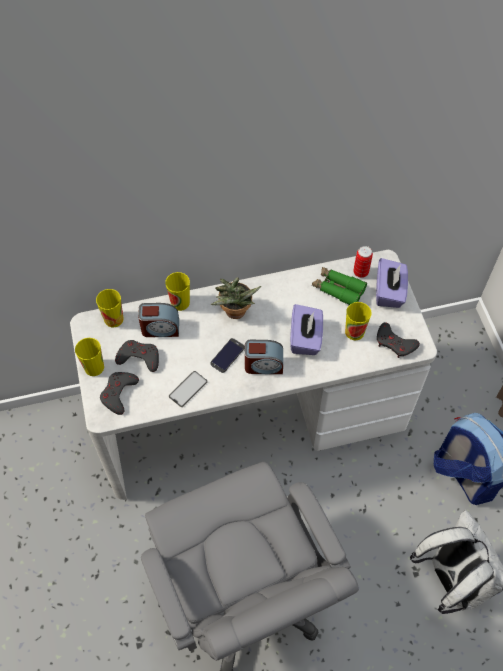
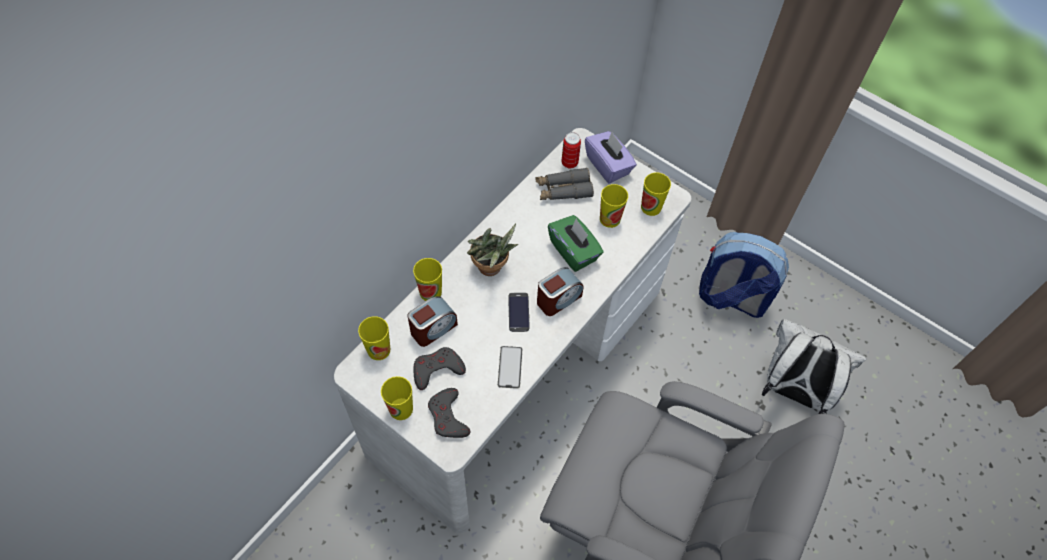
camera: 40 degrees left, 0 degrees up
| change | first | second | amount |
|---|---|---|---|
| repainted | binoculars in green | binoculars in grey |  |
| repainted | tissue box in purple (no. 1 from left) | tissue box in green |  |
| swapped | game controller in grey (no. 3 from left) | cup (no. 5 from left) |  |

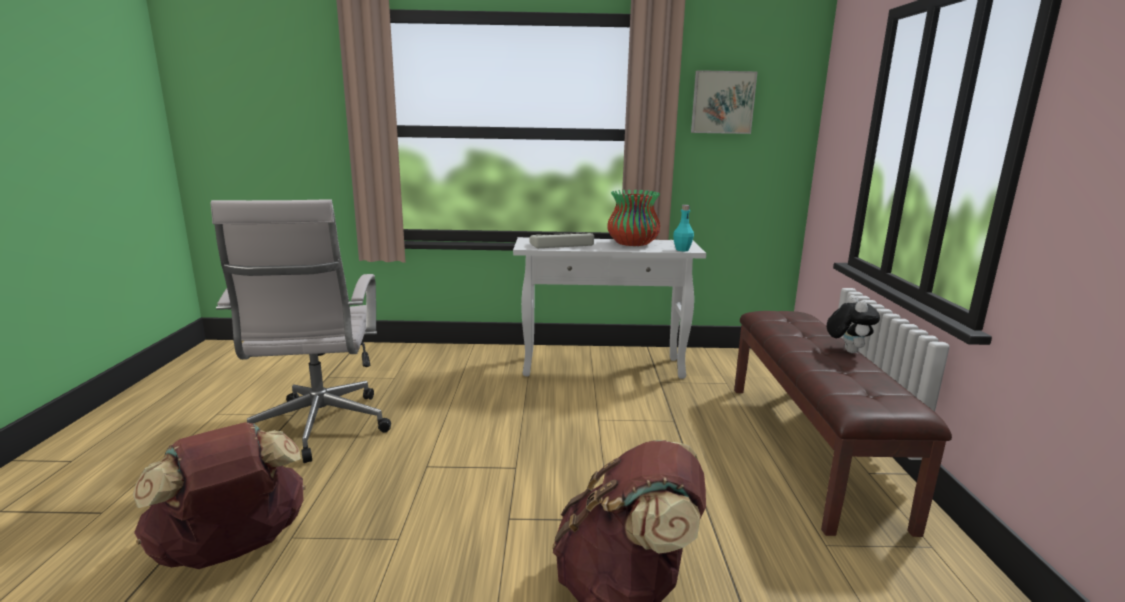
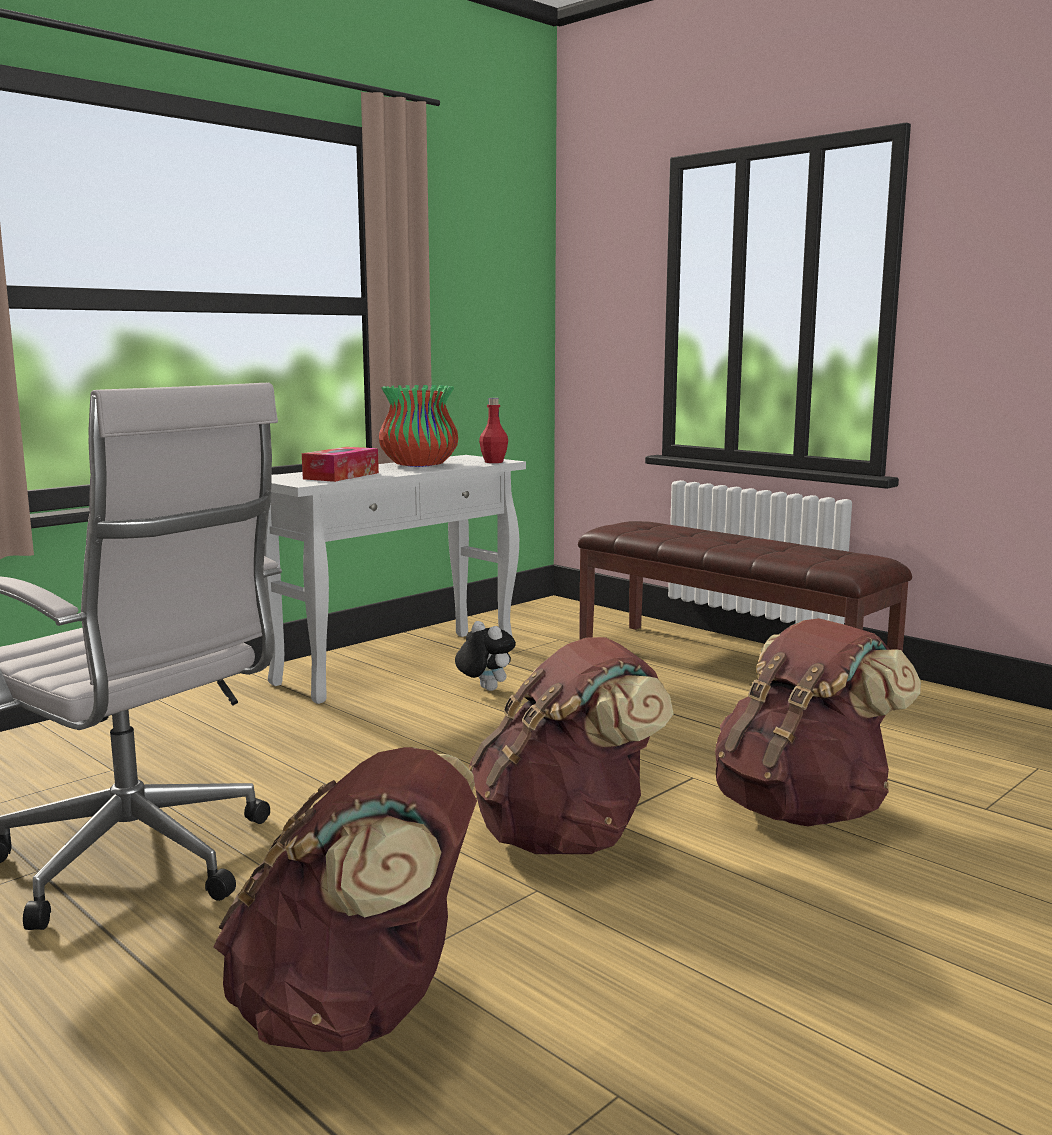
camera: 45 degrees left, 5 degrees down
| change | first | second | amount |
|---|---|---|---|
| swapped | keyboard | tissue box |  |
| shifted | plush toy |  |  |
| new |  | backpack in brown (no. 2 from left) |  |
| repainted | bottle in turquoise | bottle in red |  |
| gone | picture |  |  |

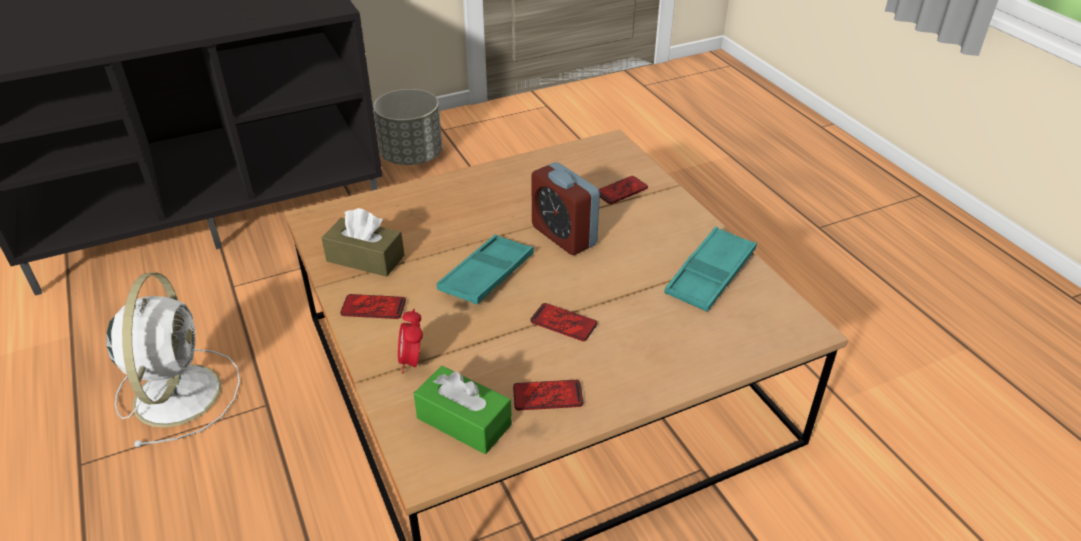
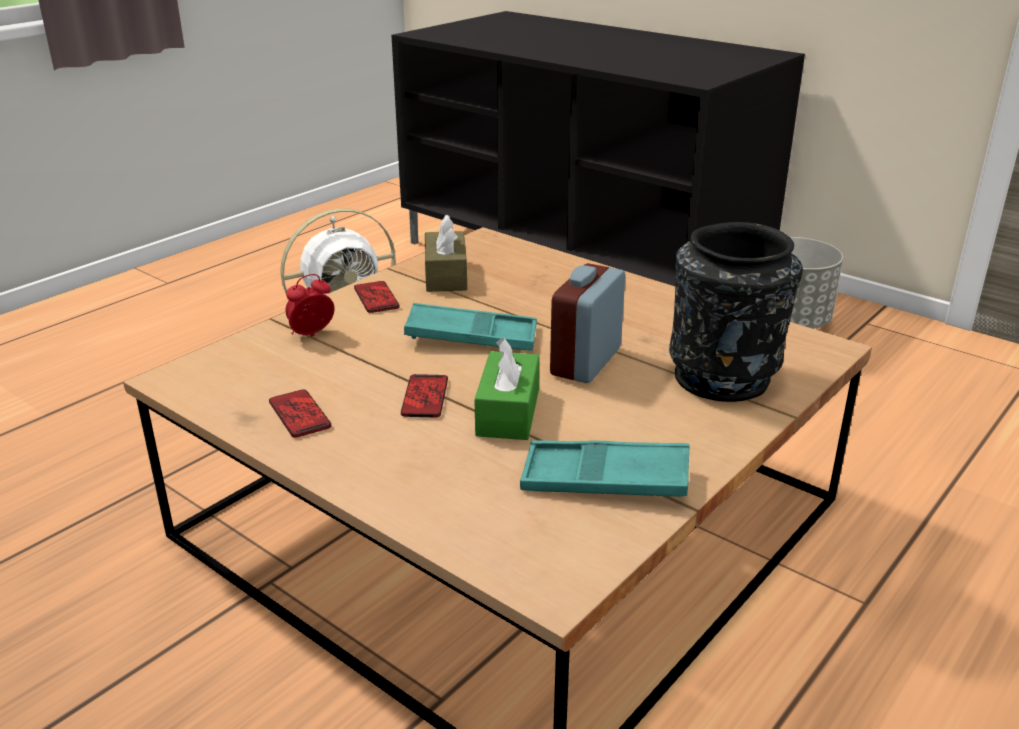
camera: 65 degrees right, 10 degrees down
| change | first | second | amount |
|---|---|---|---|
| shifted | tissue box in green |  |  |
| swapped | phone (no. 4 from left) | vase in black |  |

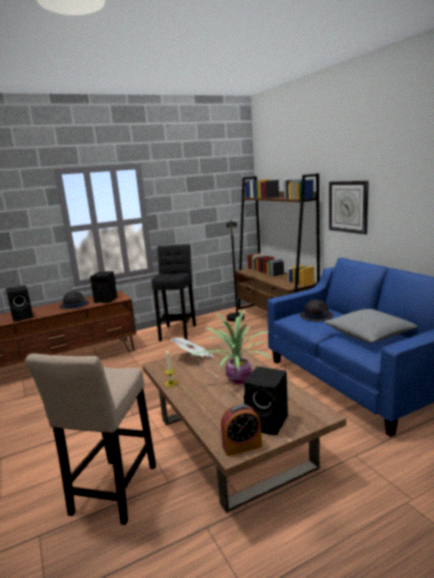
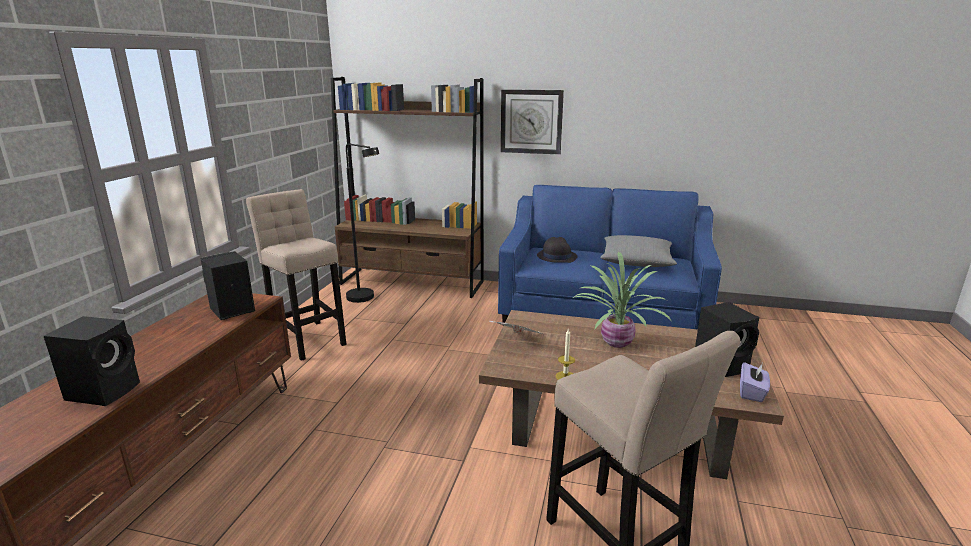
camera: 50 degrees left, 5 degrees up
| change | first | second | amount |
|---|---|---|---|
| repainted | stool in black | stool in beige (no. 1 from left) |  |
| swapped | alarm clock | tissue box in purple |  |
| gone | hat in black (no. 1 from left) |  |  |

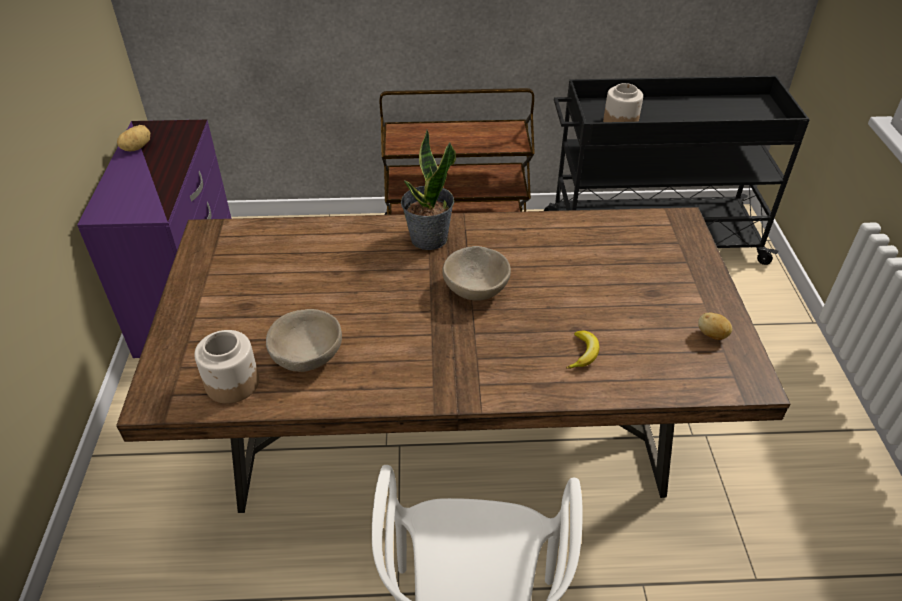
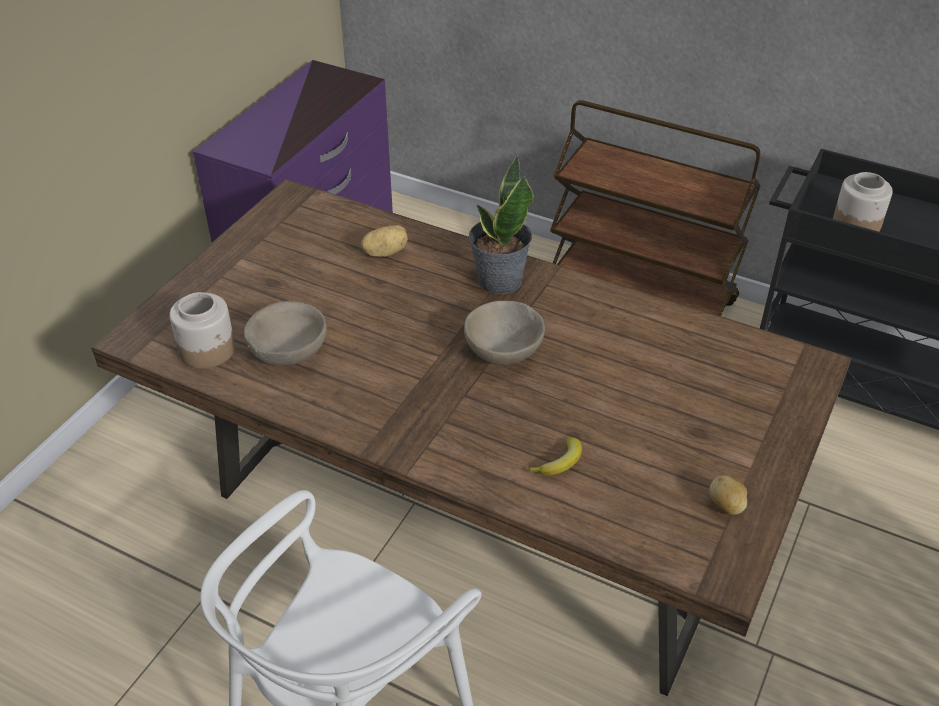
camera: 30 degrees right, 0 degrees up
| change | first | second | amount |
|---|---|---|---|
| shifted | potato (no. 1 from left) |  |  |

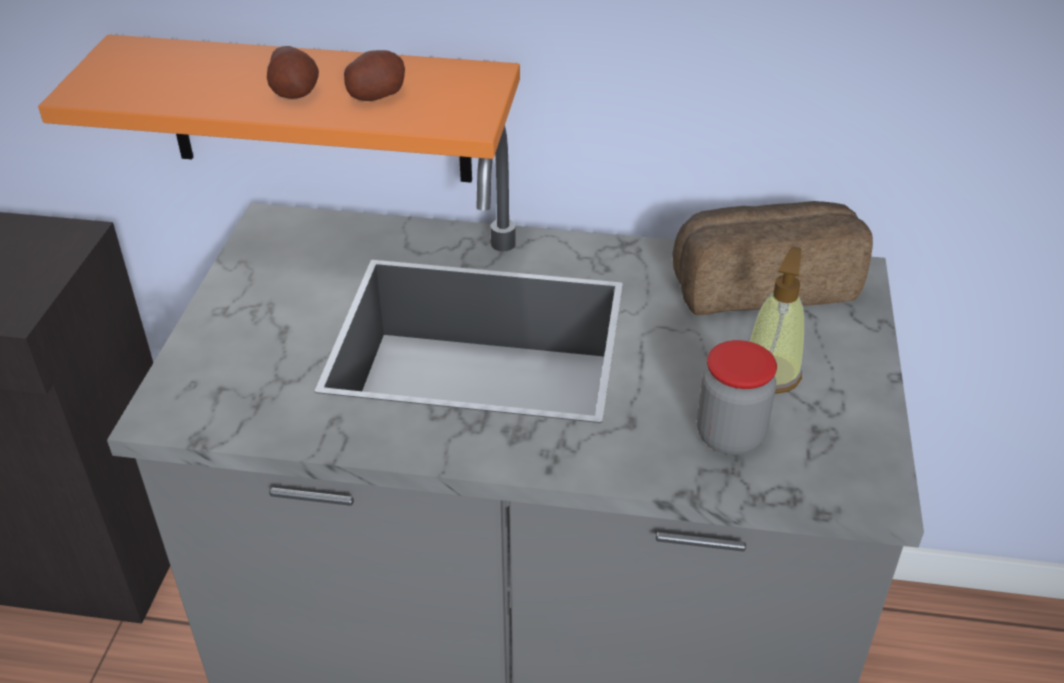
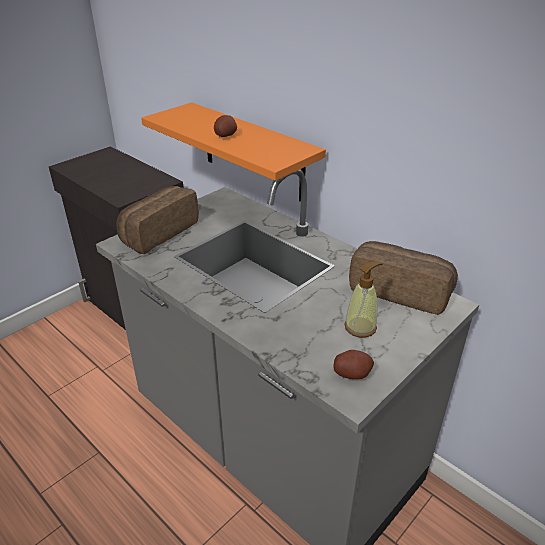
camera: 35 degrees right, 5 degrees down
| change | first | second | amount |
|---|---|---|---|
| new |  | bread (no. 1 from left) |  |
| shifted | potato (no. 2 from left) |  |  |
| gone | jar |  |  |

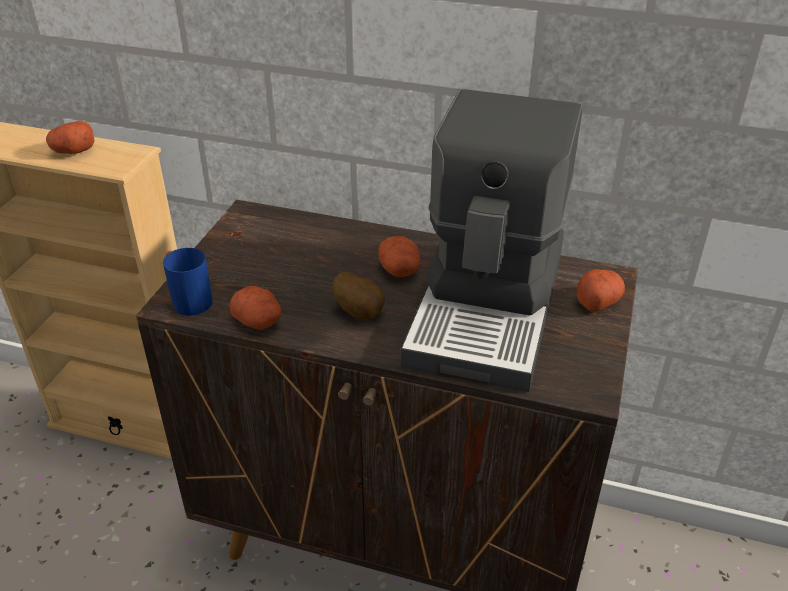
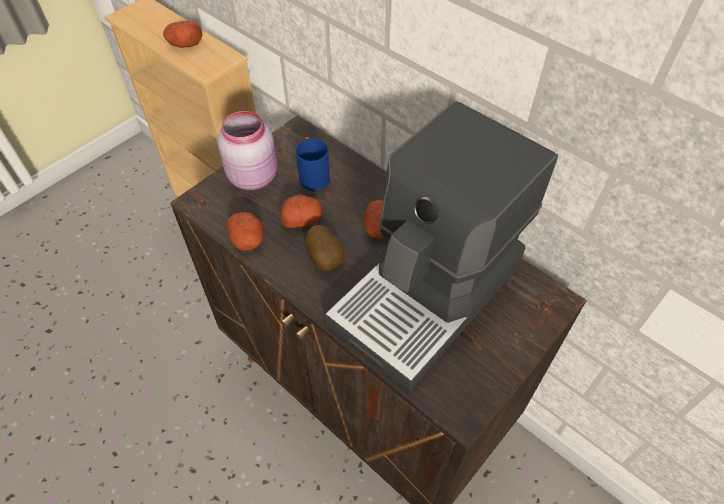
camera: 25 degrees right, 15 degrees up
| change | first | second | amount |
|---|---|---|---|
| new |  | jar in pink |  |
| shifted | potato (no. 5 from left in the first image) | potato (no. 3 from left) |  |
| shifted | mug in blue |  |  |

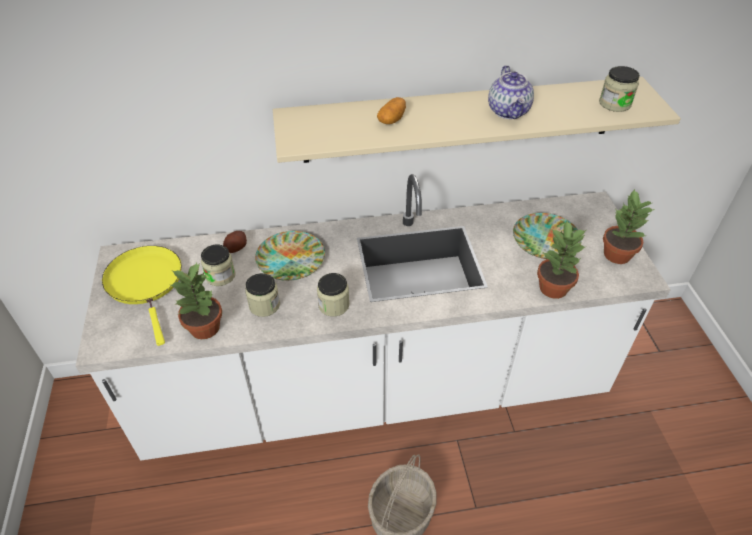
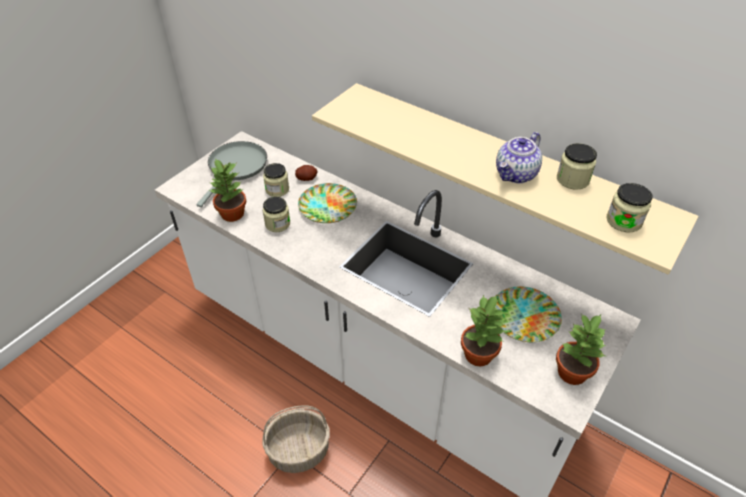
camera: 45 degrees right, 0 degrees up
| change | first | second | amount |
|---|---|---|---|
| repainted | frying pan in yellow | frying pan in grey |  |
| shifted | jar (no. 3 from left) |  |  |
| gone | potato (no. 2 from left) |  |  |

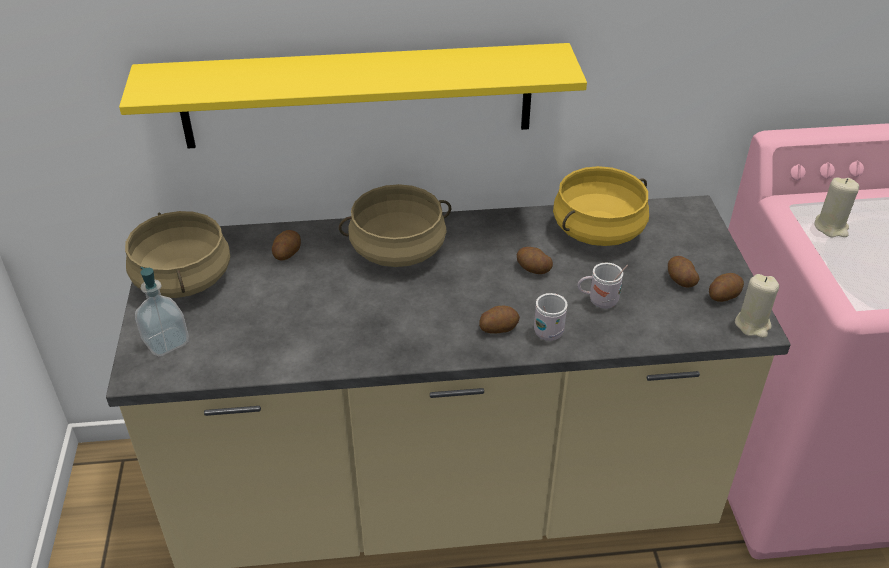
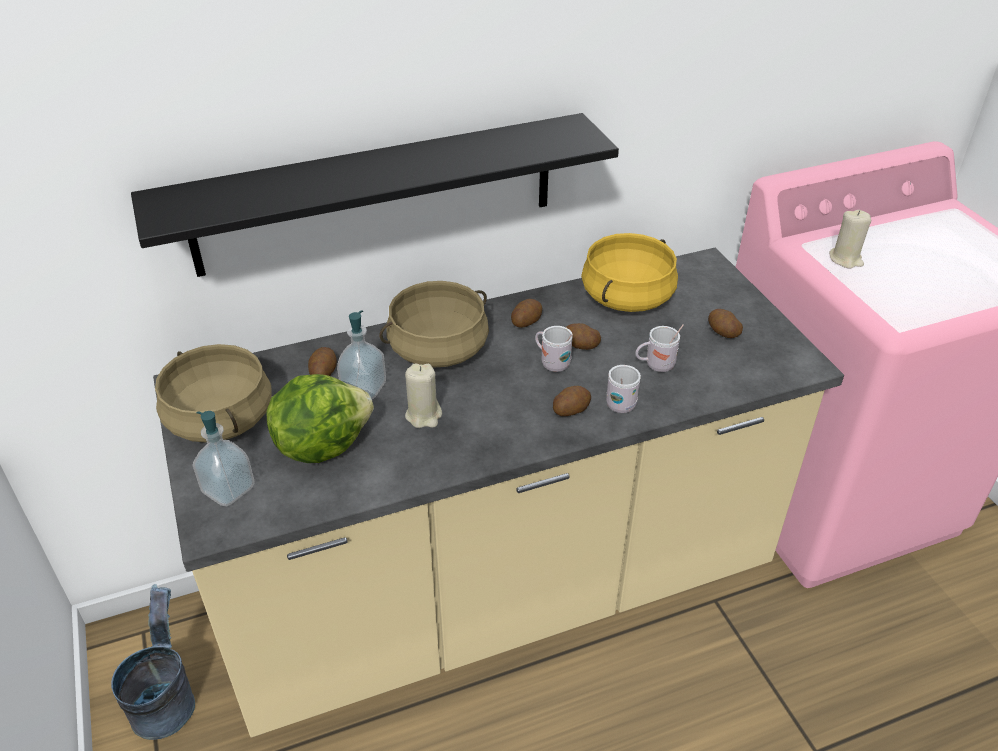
camera: 15 degrees left, 0 degrees up
| change | first | second | amount |
|---|---|---|---|
| new |  | bucket in grey |  |
| repainted | shelf in yellow | shelf in black |  |
| new |  | lettuce |  |
| new |  | soap dispenser (no. 2 from left) |  |
| shifted | candle in beige (no. 1 from left) |  |  |
| shifted | potato (no. 5 from left in the first image) | potato (no. 2 from left) |  |
| new |  | mug in white (no. 1 from left) |  |

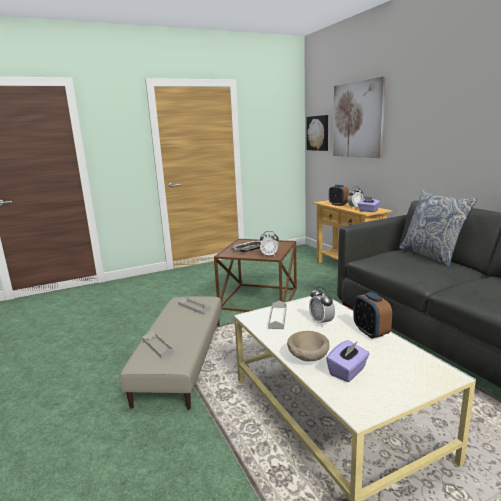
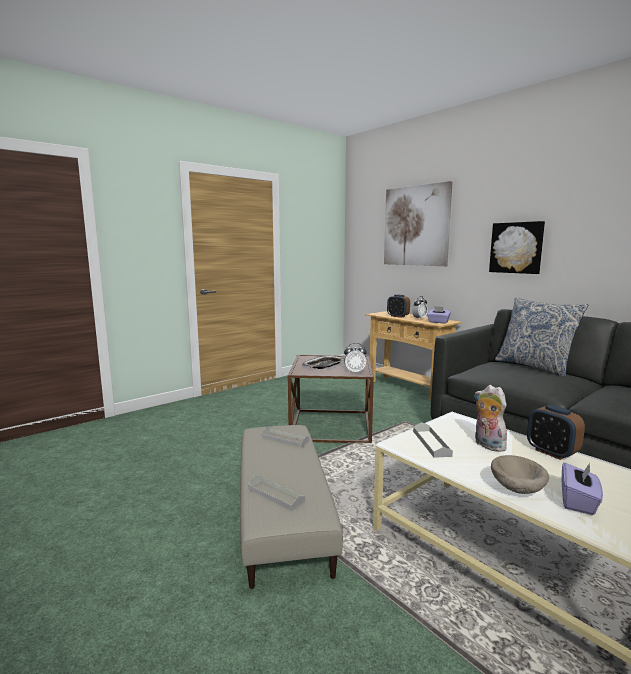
camera: 15 degrees left, 5 degrees down
| change | first | second | amount |
|---|---|---|---|
| swapped | alarm clock (no. 2 from left) | plush toy |  |
| shifted | picture (no. 1 from left in the first image) | picture (no. 2 from left) |  |

